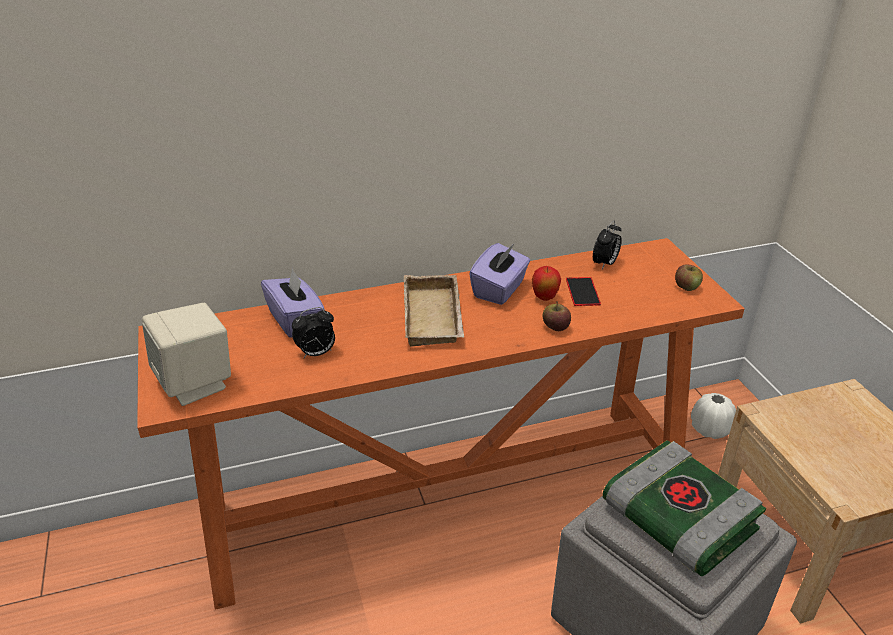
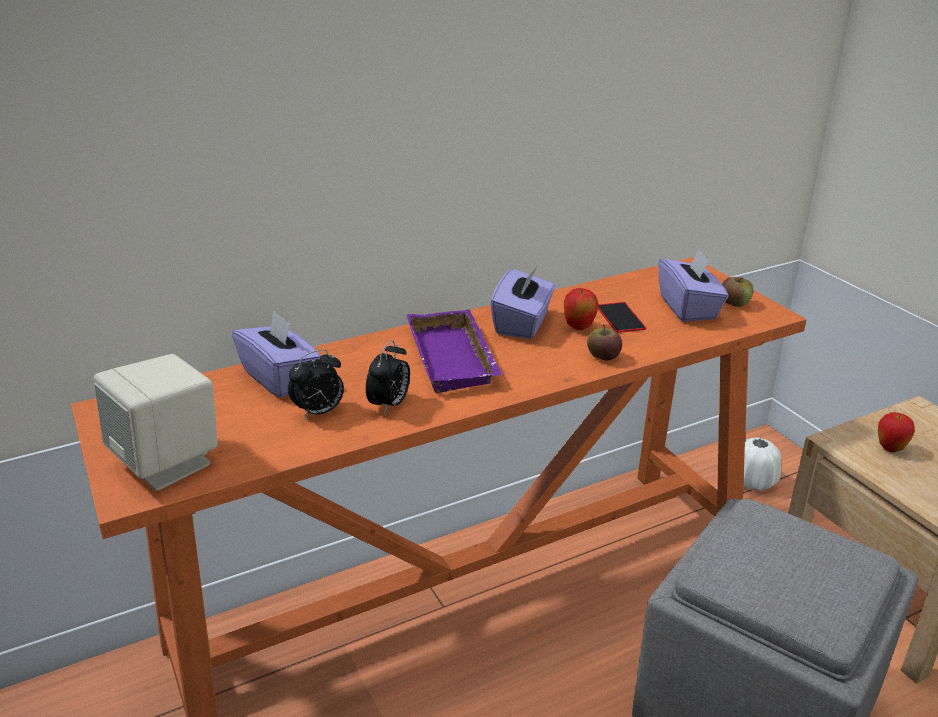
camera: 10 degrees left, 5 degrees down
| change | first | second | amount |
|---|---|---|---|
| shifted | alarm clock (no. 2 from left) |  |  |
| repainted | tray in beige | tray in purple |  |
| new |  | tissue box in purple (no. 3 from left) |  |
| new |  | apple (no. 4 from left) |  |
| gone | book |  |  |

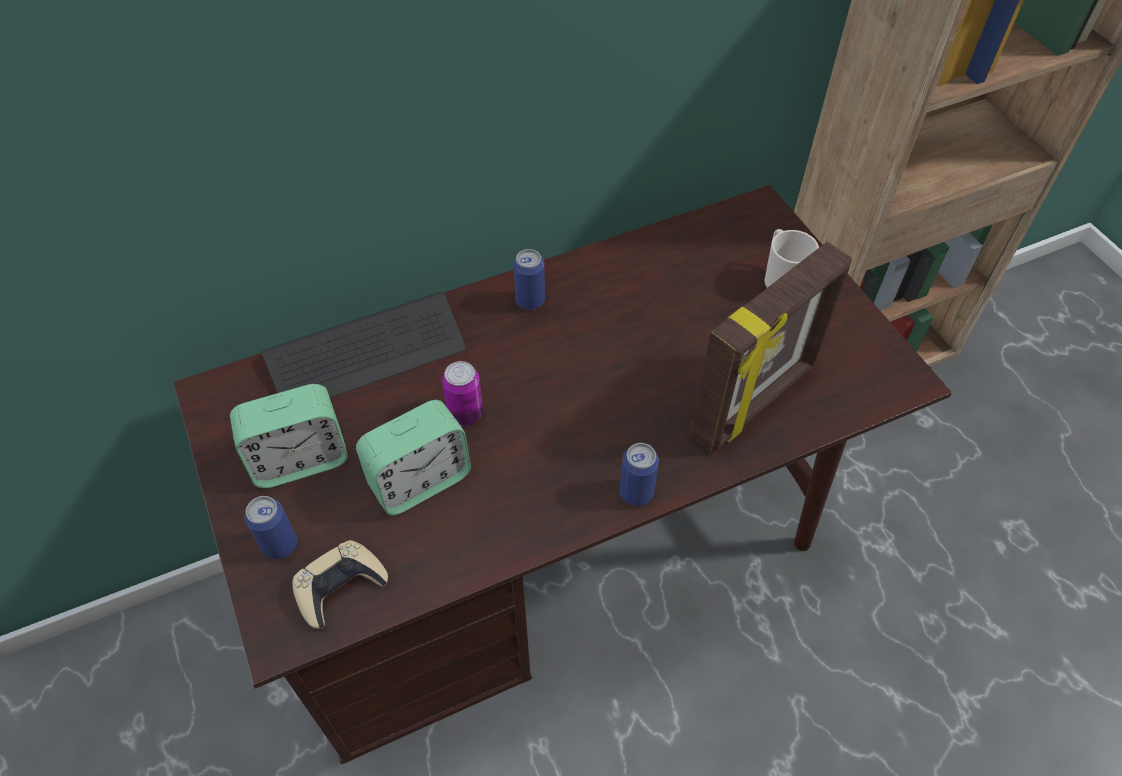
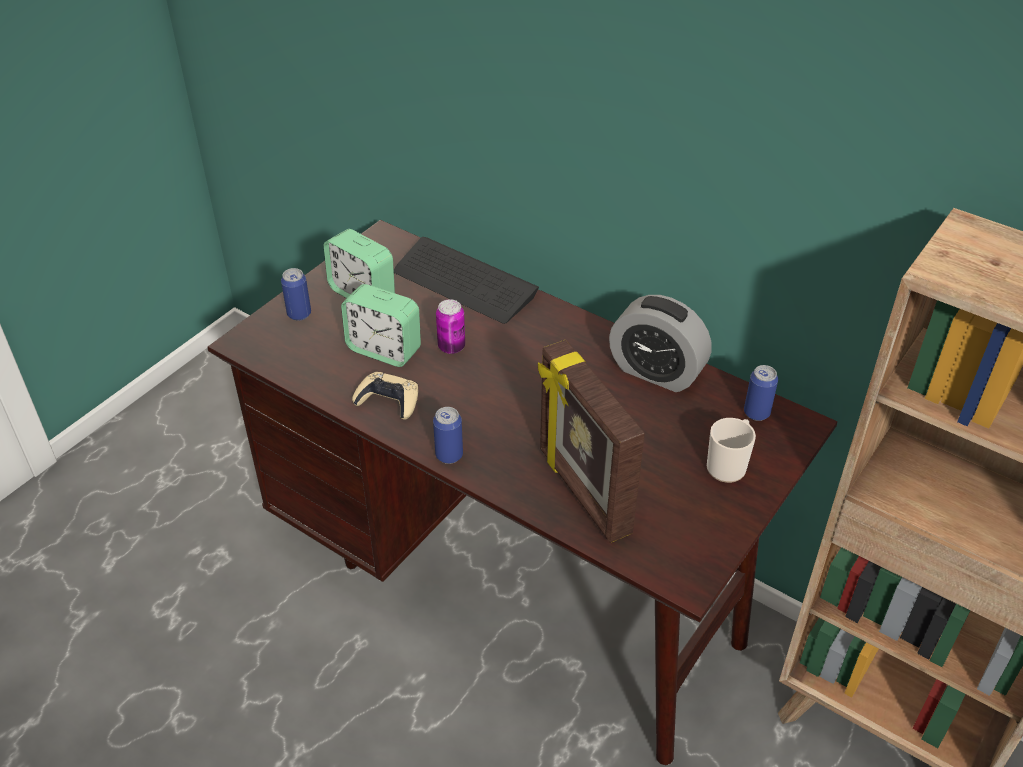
camera: 60 degrees right, 10 degrees down
| change | first | second | amount |
|---|---|---|---|
| shifted | game controller in beige |  |  |
| rotated | picture frame |  | 45 degrees clockwise |
| new |  | alarm clock (no. 3 from left) |  |
| shifted | can (no. 3 from left in the first image) | can (no. 4 from left) |  |

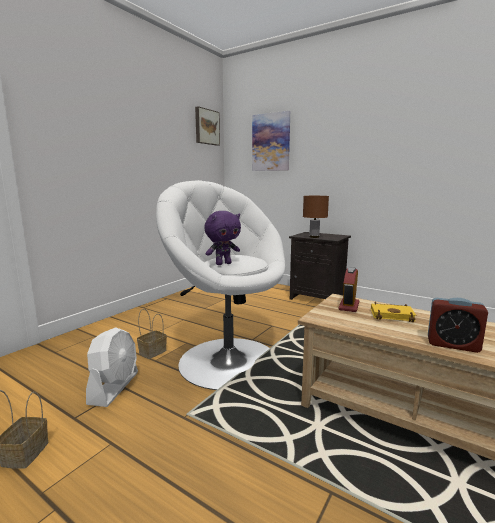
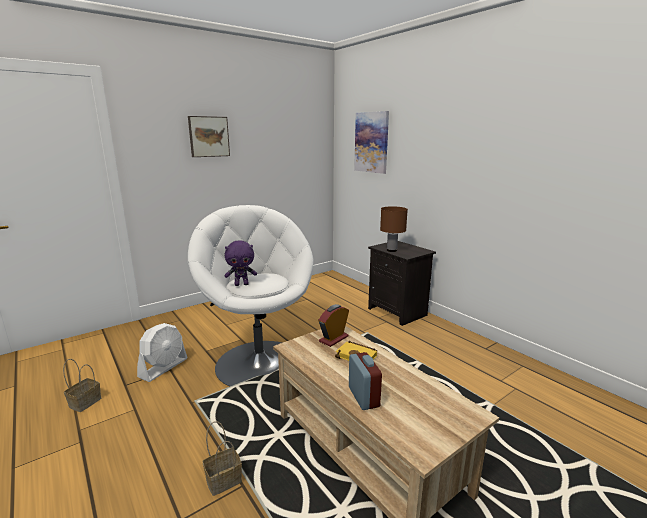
camera: 20 degrees right, 5 degrees up
| change | first | second | amount |
|---|---|---|---|
| shifted | picture (no. 1 from left) |  |  |
| shifted | basket (no. 2 from left) |  |  |
| rotated | alarm clock (no. 2 from left) |  | 150 degrees counterclockwise |

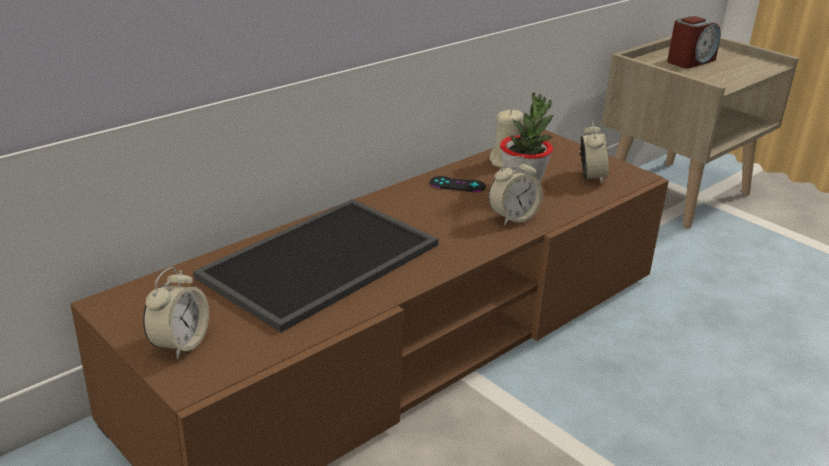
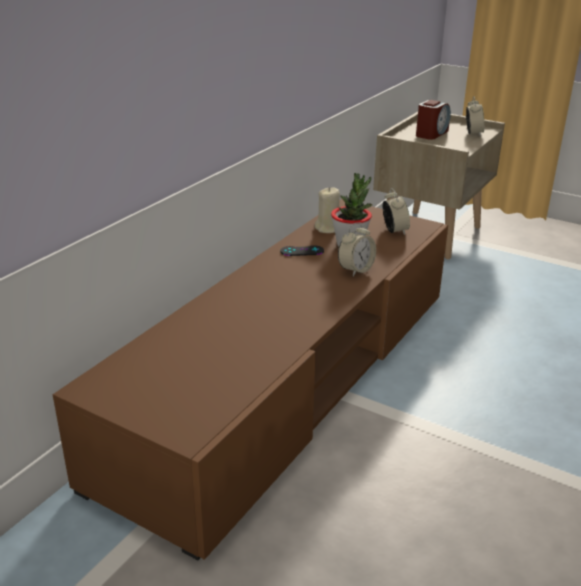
camera: 15 degrees left, 0 degrees up
| change | first | second | amount |
|---|---|---|---|
| shifted | alarm clock (no. 1 from left in the first image) | alarm clock (no. 4 from left) |  |
| gone | tray |  |  |

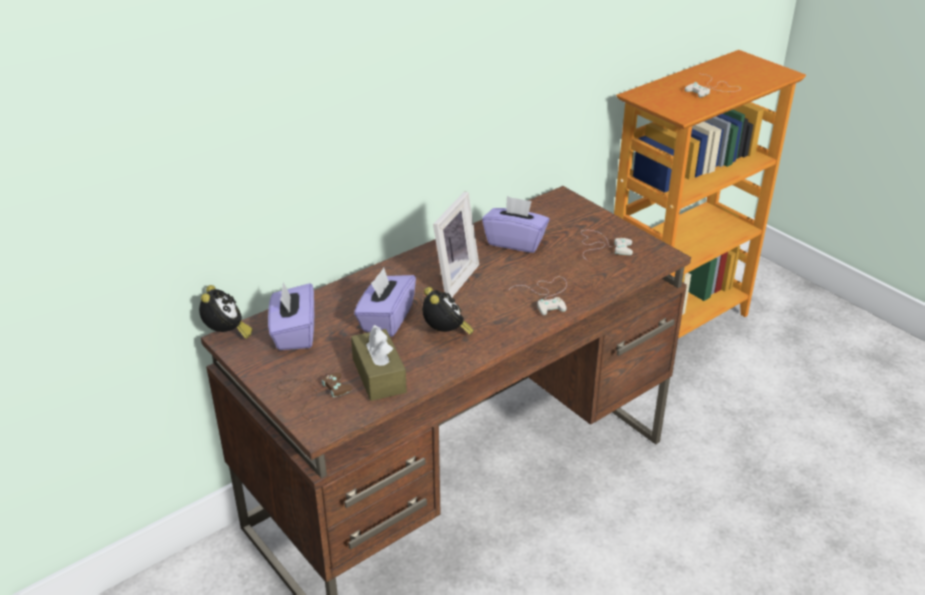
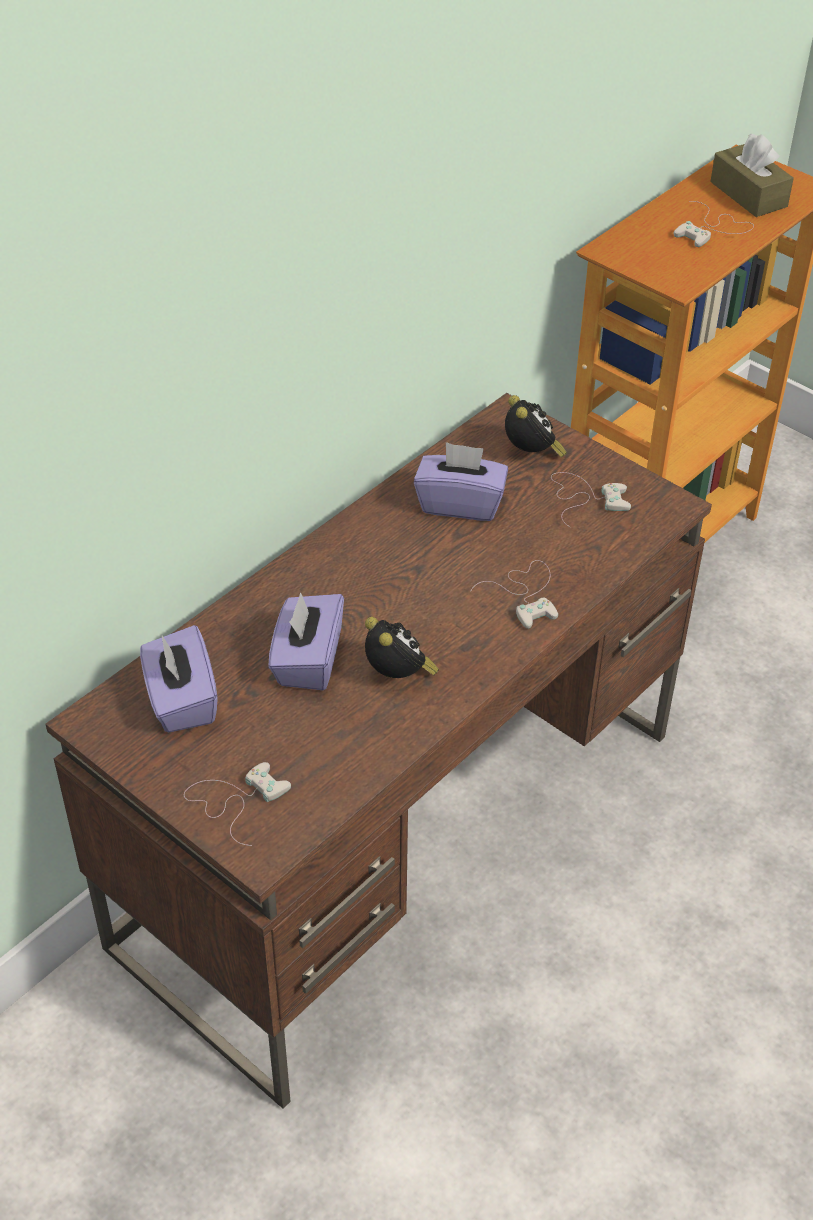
camera: 10 degrees left, 10 degrees up
| change | first | second | amount |
|---|---|---|---|
| repainted | game controller in brown | game controller in white (no. 1 from left) |  |
| shifted | alarm clock (no. 1 from left in the first image) | alarm clock (no. 2 from left) |  |
| shifted | tissue box in brown |  |  |
| gone | picture frame |  |  |

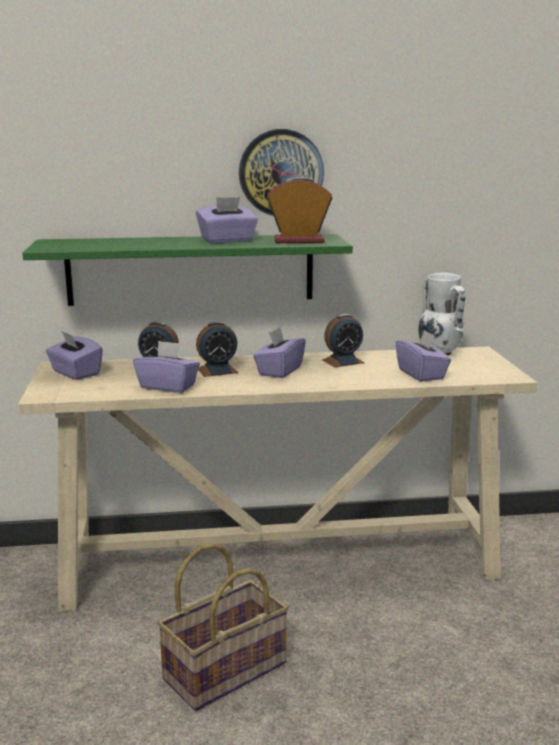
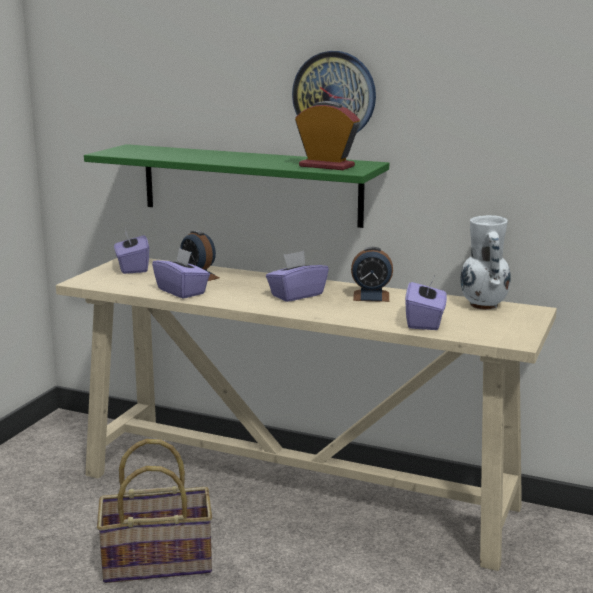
camera: 30 degrees right, 0 degrees up
| change | first | second | amount |
|---|---|---|---|
| gone | tissue box in purple (no. 3 from left) |  |  |
| gone | alarm clock (no. 2 from left) |  |  |

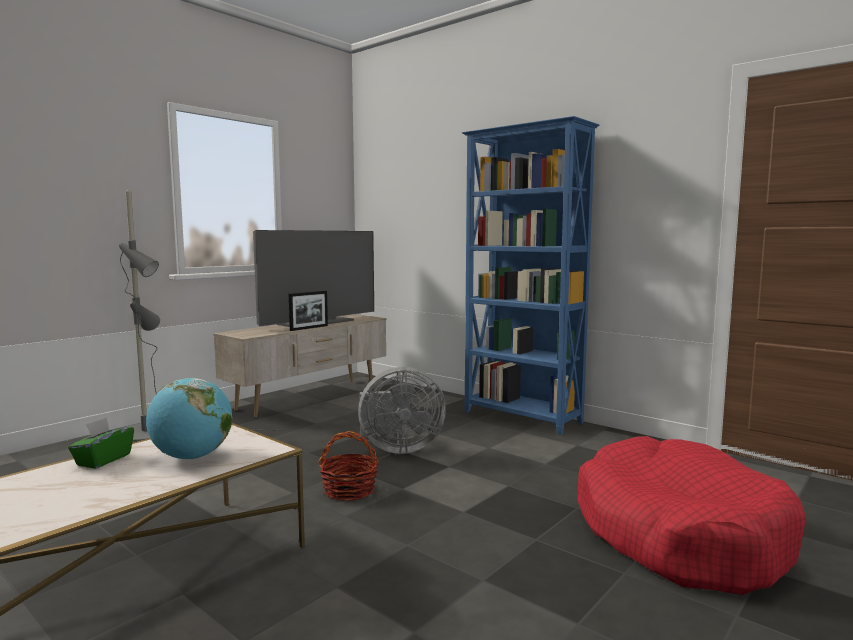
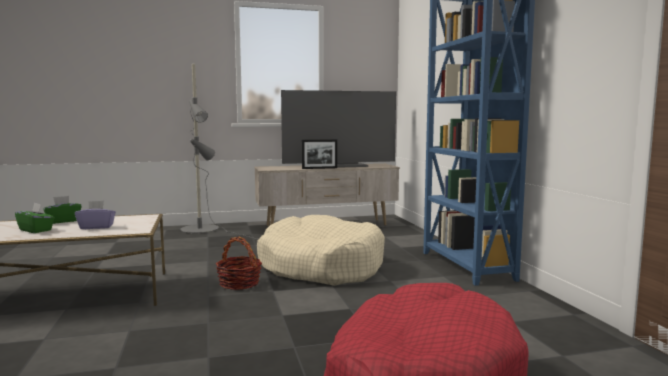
camera: 35 degrees right, 0 degrees up
| change | first | second | amount |
|---|---|---|---|
| new |  | tissue box in green (no. 1 from left) |  |
| swapped | globe | tissue box in purple |  |
| swapped | fan in grey | dog bed in beige |  |

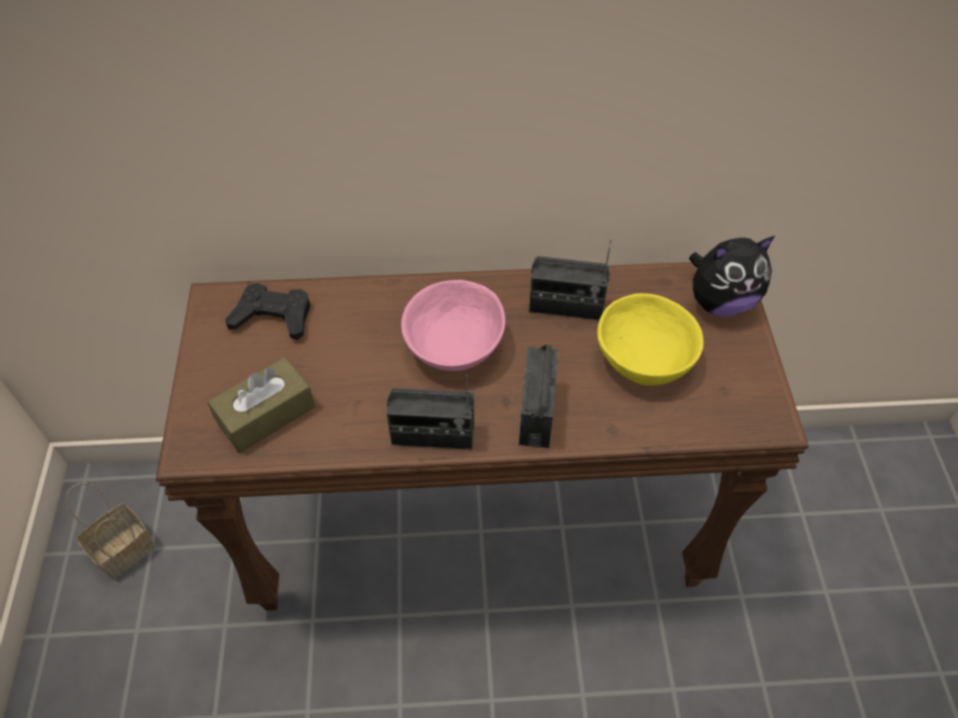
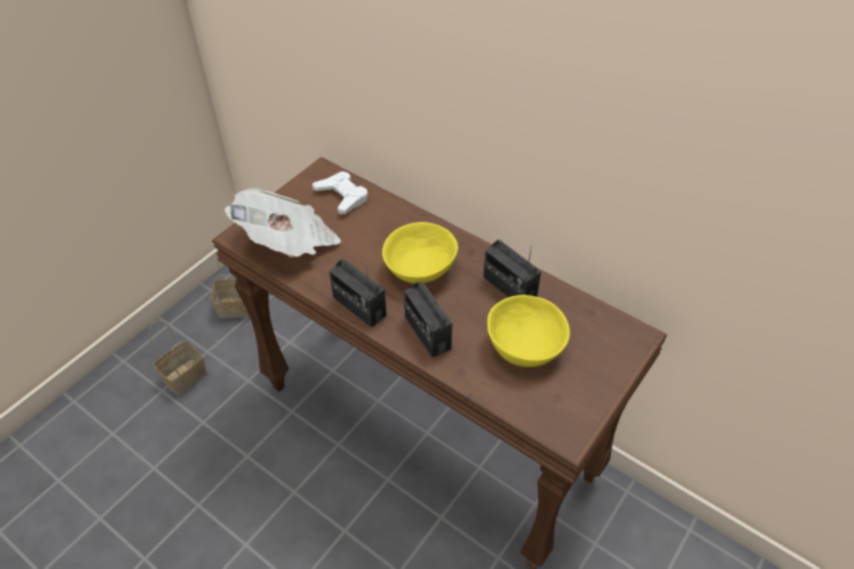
camera: 40 degrees right, 5 degrees down
| change | first | second | amount |
|---|---|---|---|
| new |  | basket (no. 1 from left) |  |
| swapped | tissue box in brown | newspaper |  |
| repainted | game controller in black | game controller in white |  |
| repainted | bowl in pink | bowl in yellow (no. 1 from left) |  |
| rotated | radio (no. 2 from left) |  | 75 degrees counterclockwise |
| gone | plush toy |  |  |

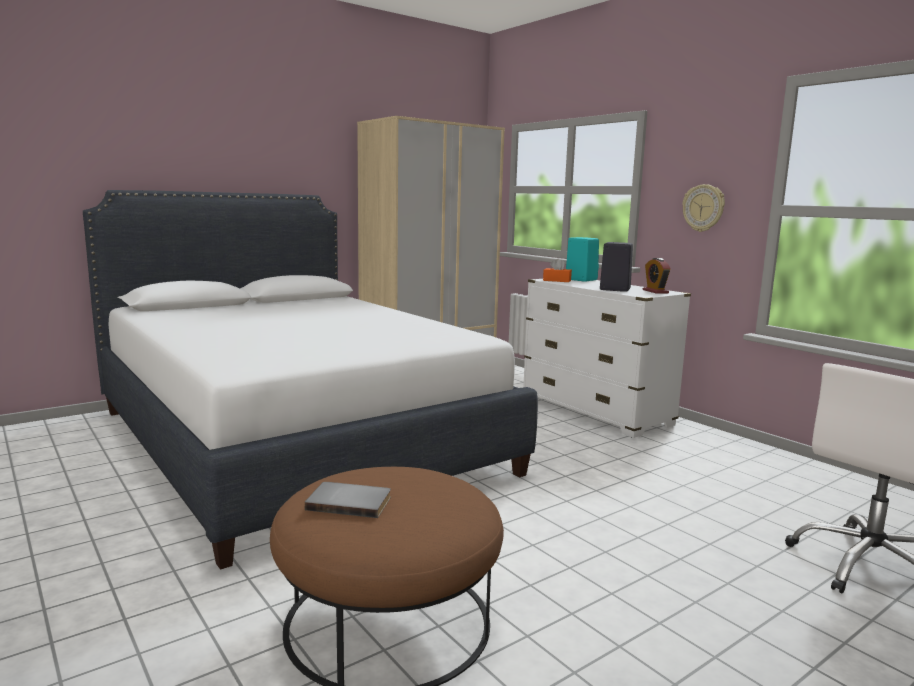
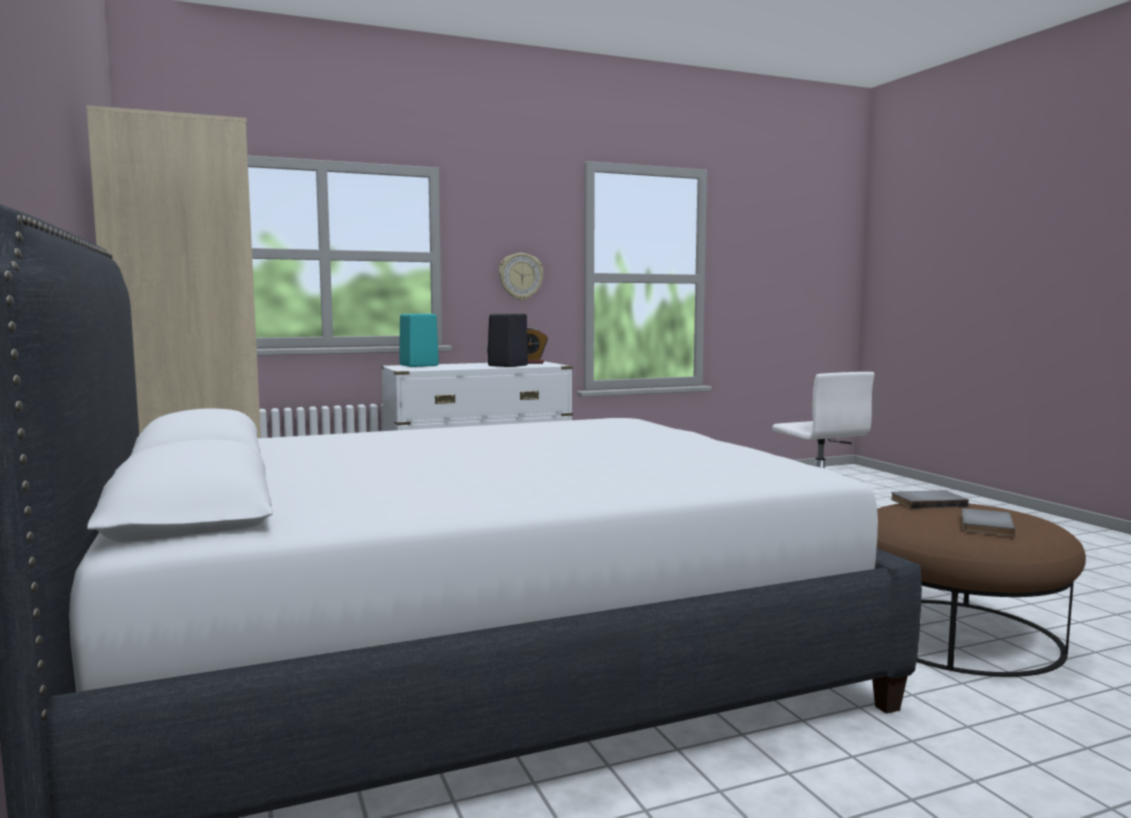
camera: 75 degrees left, 5 degrees down
| change | first | second | amount |
|---|---|---|---|
| new |  | book in grey (no. 1 from left) |  |
| gone | tissue box in orange |  |  |

